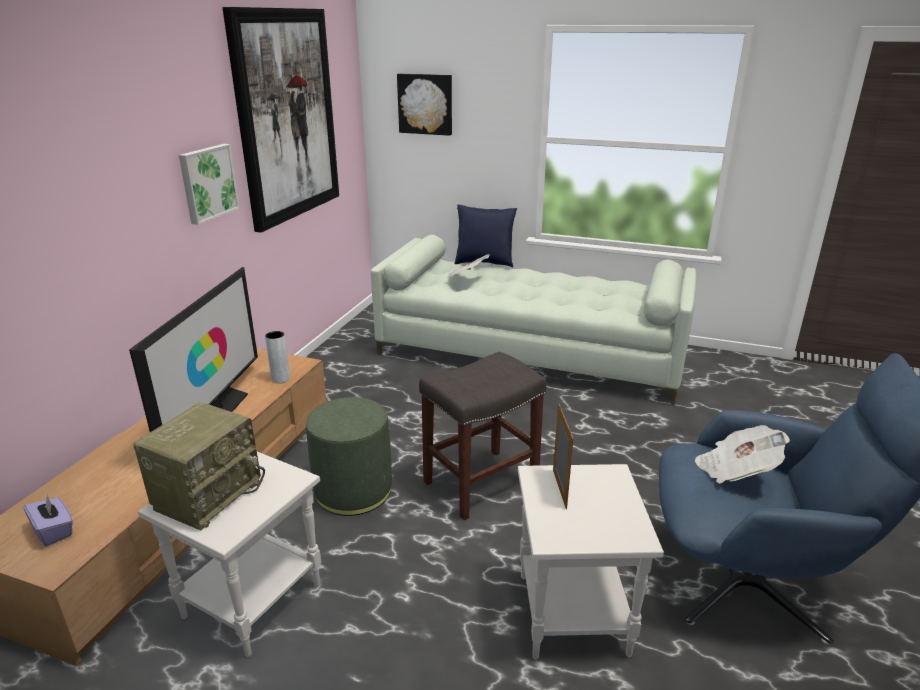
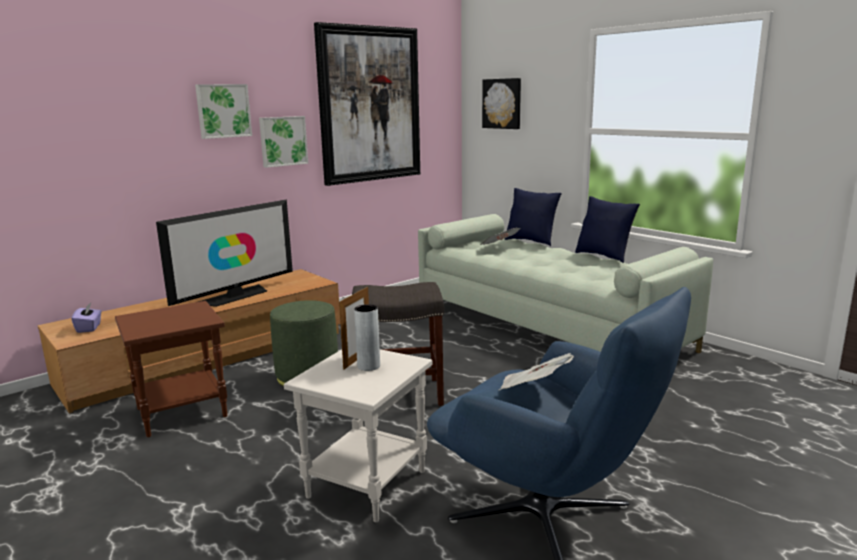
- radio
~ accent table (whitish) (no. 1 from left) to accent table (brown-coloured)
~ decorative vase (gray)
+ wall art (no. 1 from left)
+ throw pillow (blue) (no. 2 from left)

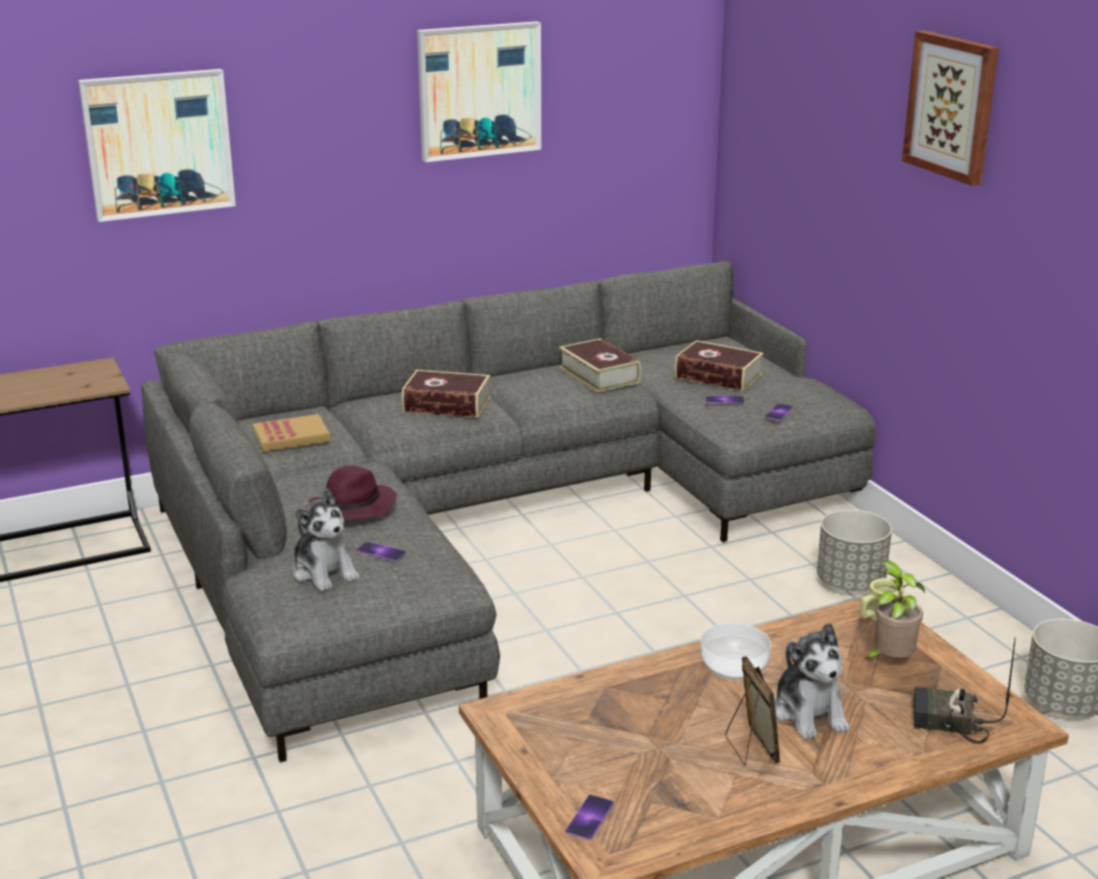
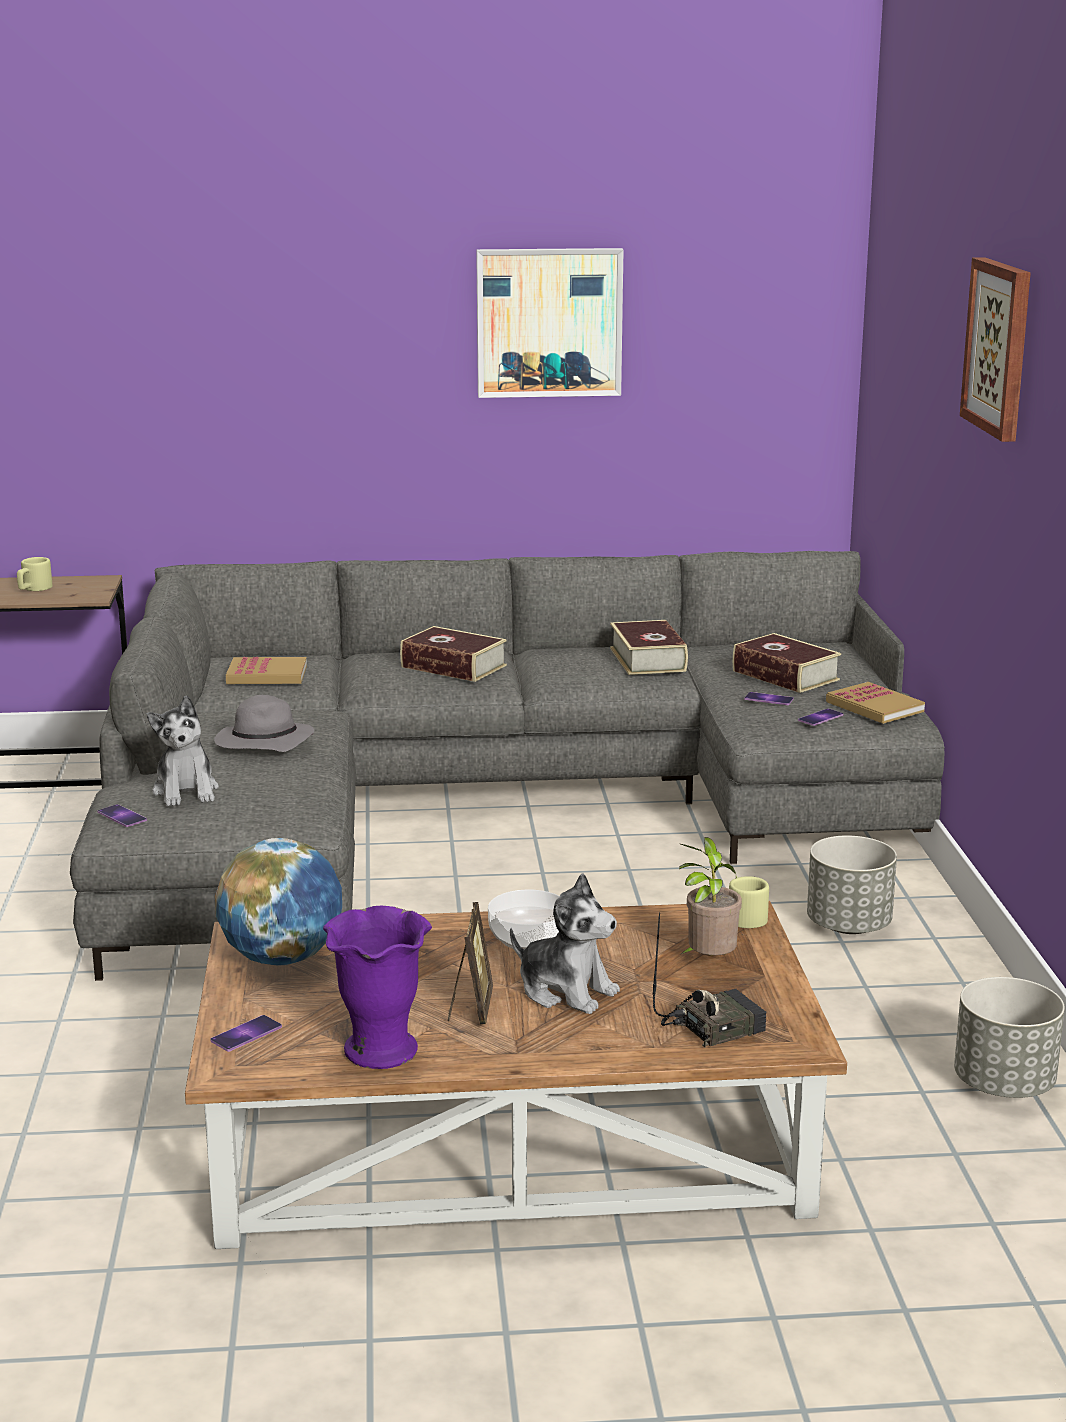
- wall art (no. 1 from left)
~ hat (purple-coloured) to hat (gray)
~ phone (no. 1 from left)
~ plush toy (no. 2 from left) 60 degrees counterclockwise
~ radio 120 degrees clockwise
+ tea mug (beige-coloured) (no. 1 from left)
+ desk globe
+ decorative vase (purple-coloured)
+ volume (no. 5 from left)

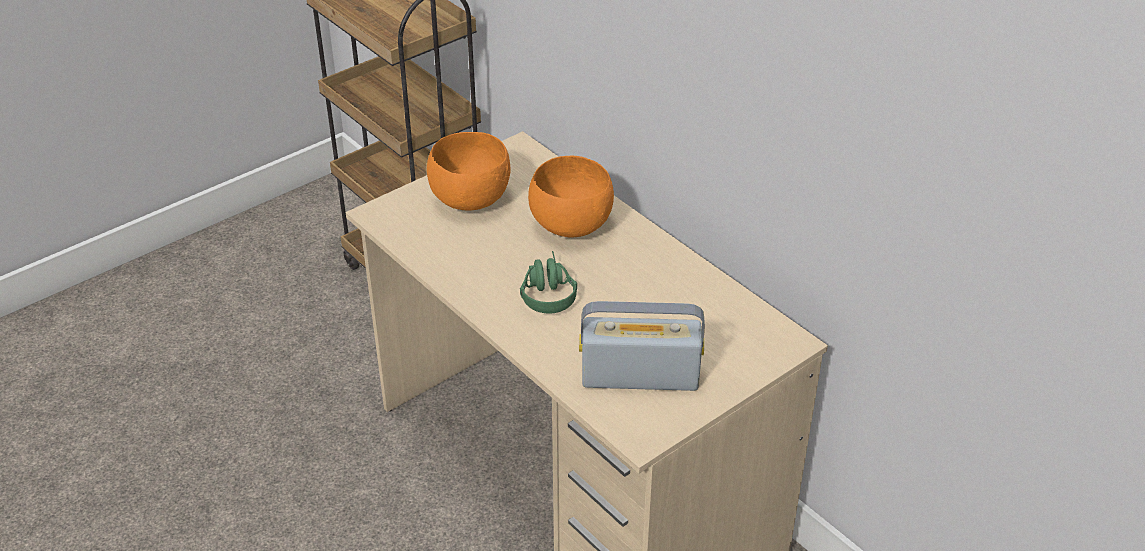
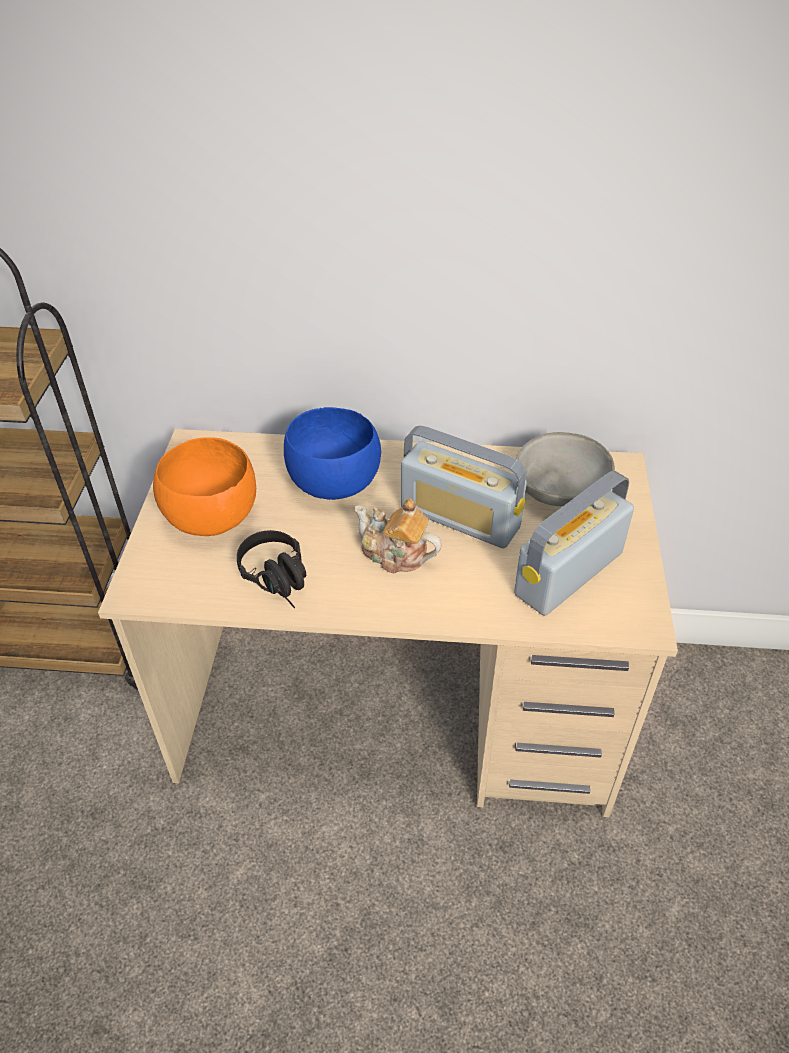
~ headphones (greenish) to pot for tea
~ serving bowl (orange-coloured) (no. 2 from left) to serving bowl (blue)
+ headphones (black)
+ radio (no. 1 from left)
+ serving bowl (gray)

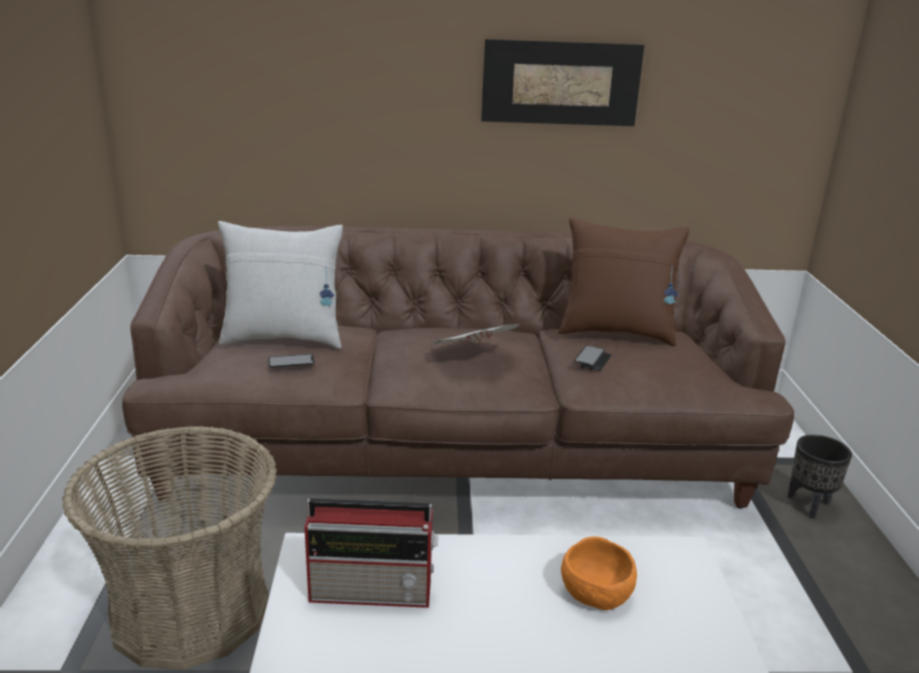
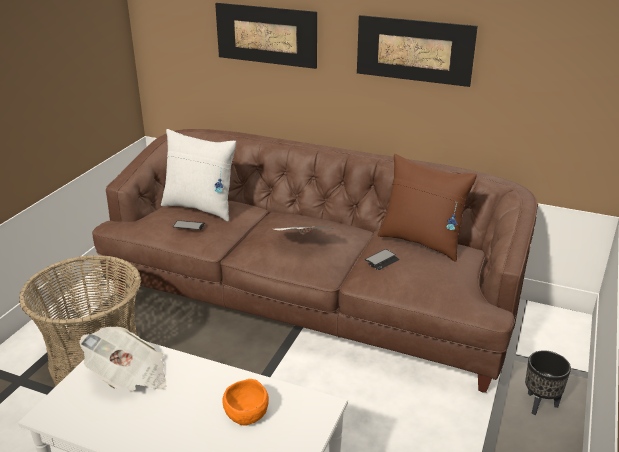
~ radio to newspaper (no. 1 from left)
+ wall art (no. 1 from left)

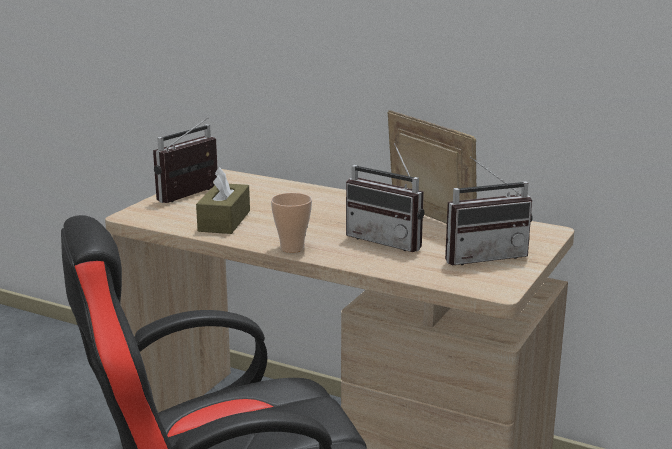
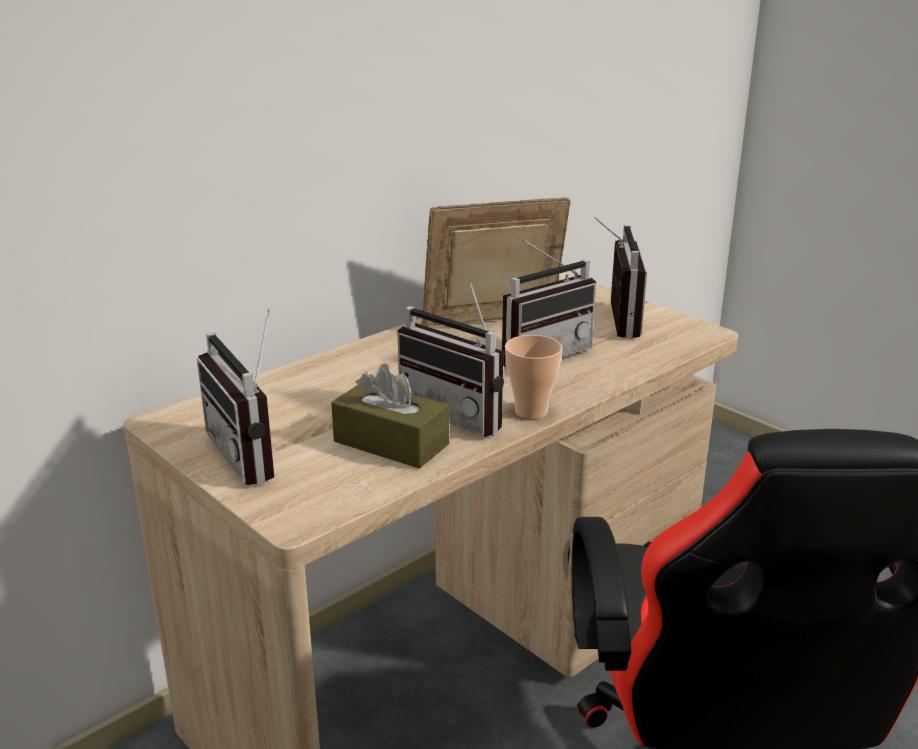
+ radio (no. 2 from left)

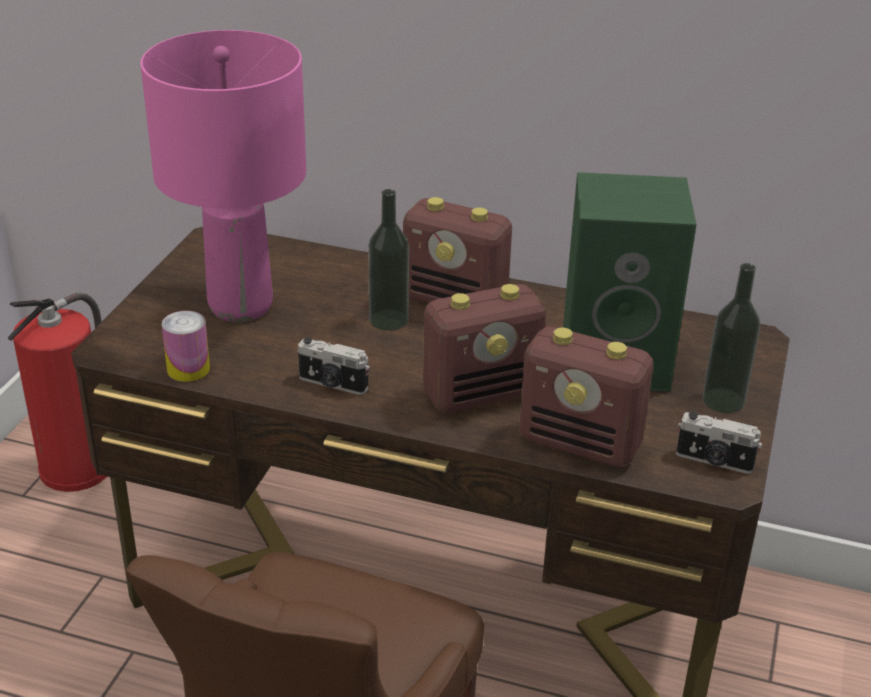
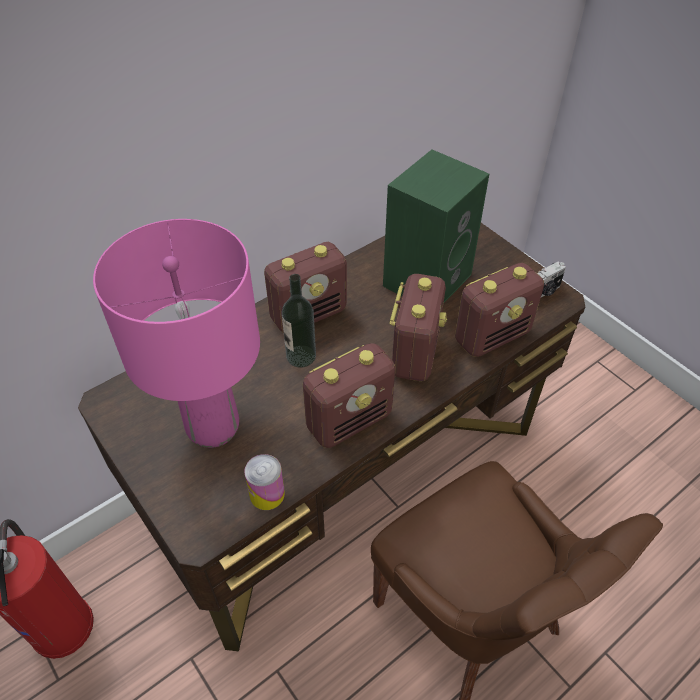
~ still camera (no. 1 from left) to radio (no. 2 from left)
- drink bottle (no. 2 from left)

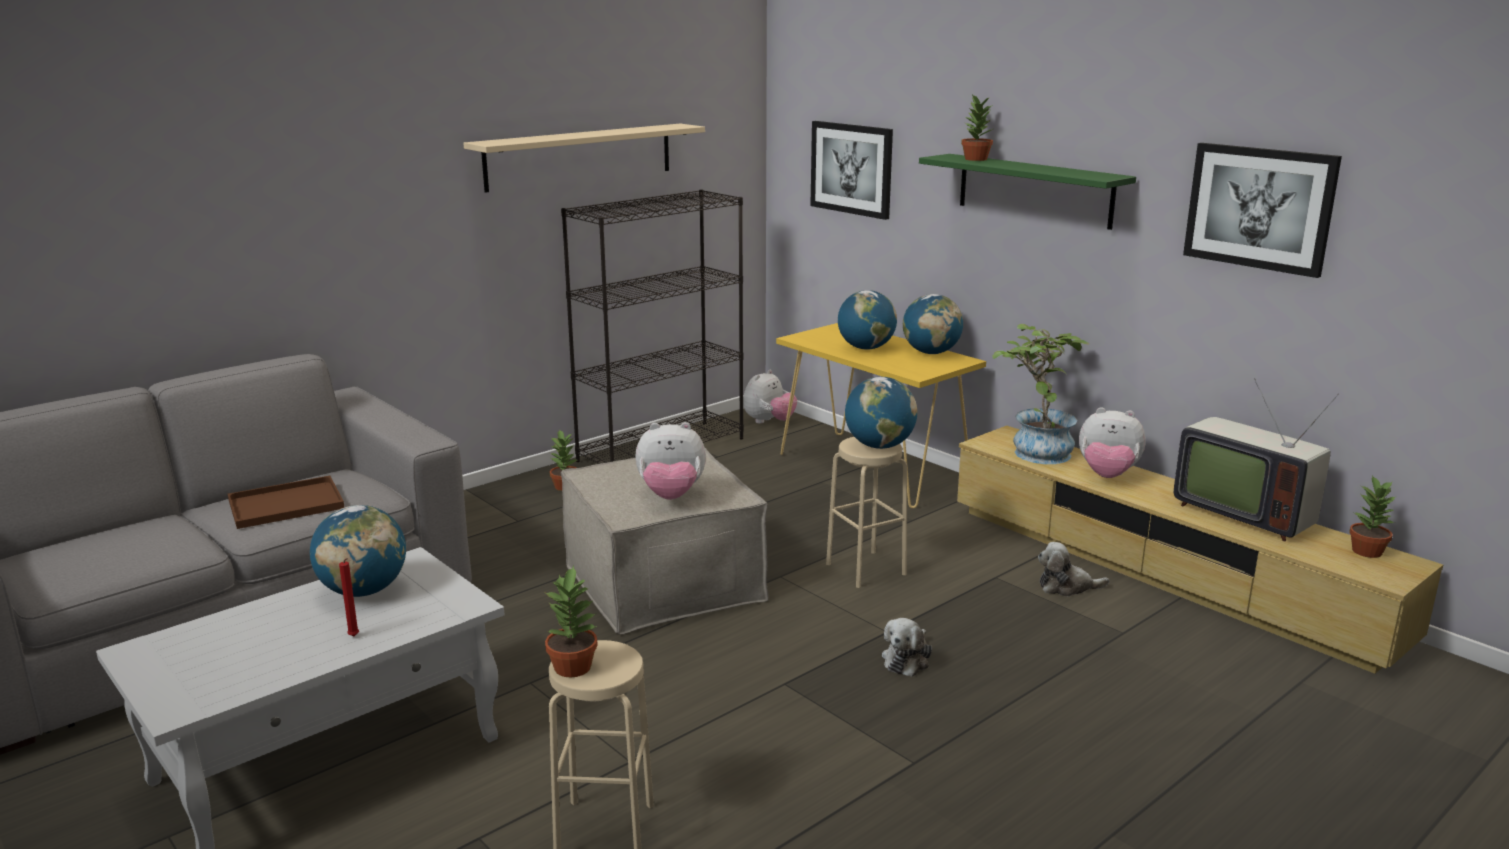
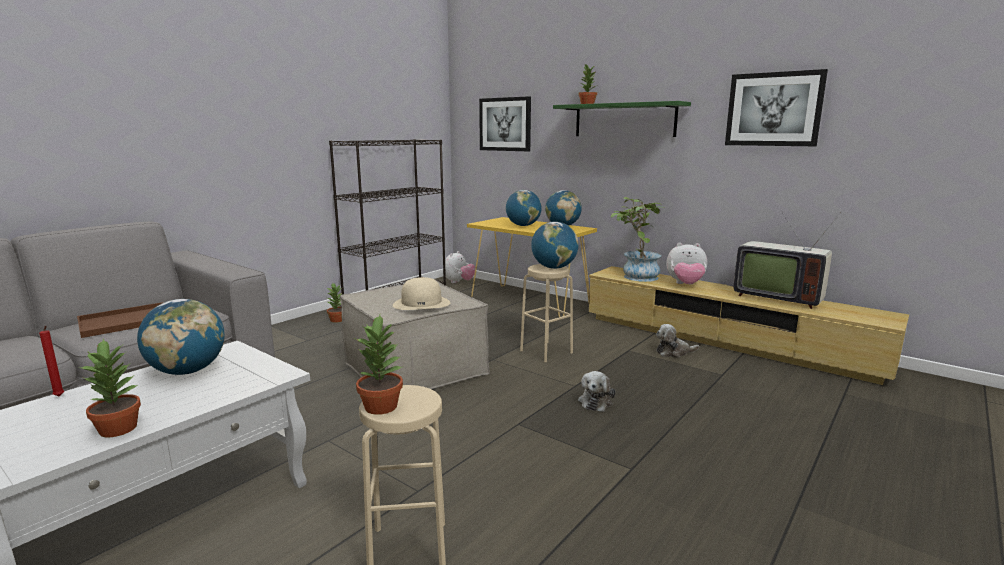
~ candle (red)
- shelf (beige-coloured)
~ plush toy (no. 1 from left) to hat (beige-coloured)
~ plant in a pot (no. 5 from left in the first image) to plant in a pot (no. 1 from left)

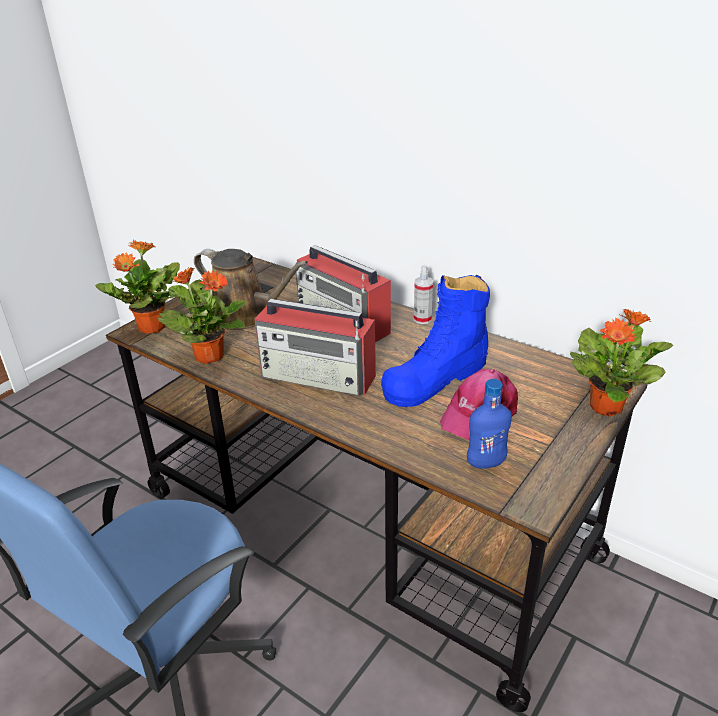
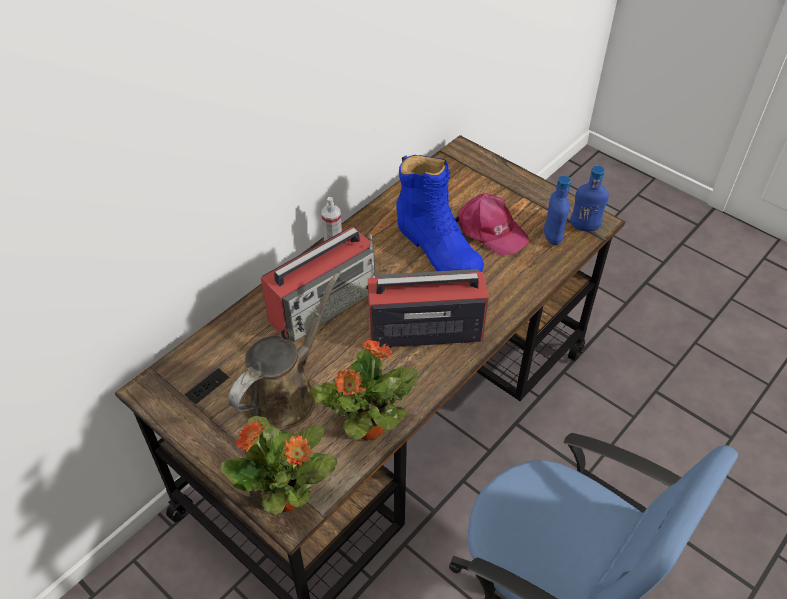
~ radio (no. 1 from left in the first image) 120 degrees counterclockwise
- plant in a pot (no. 3 from left)
+ drink bottle (blue) (no. 2 from left)

